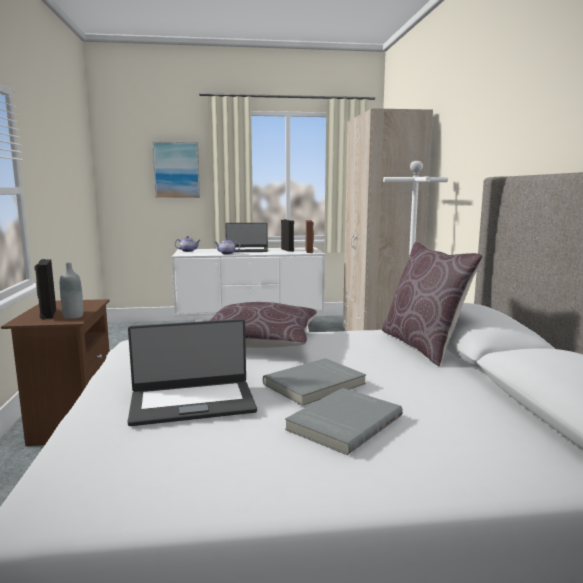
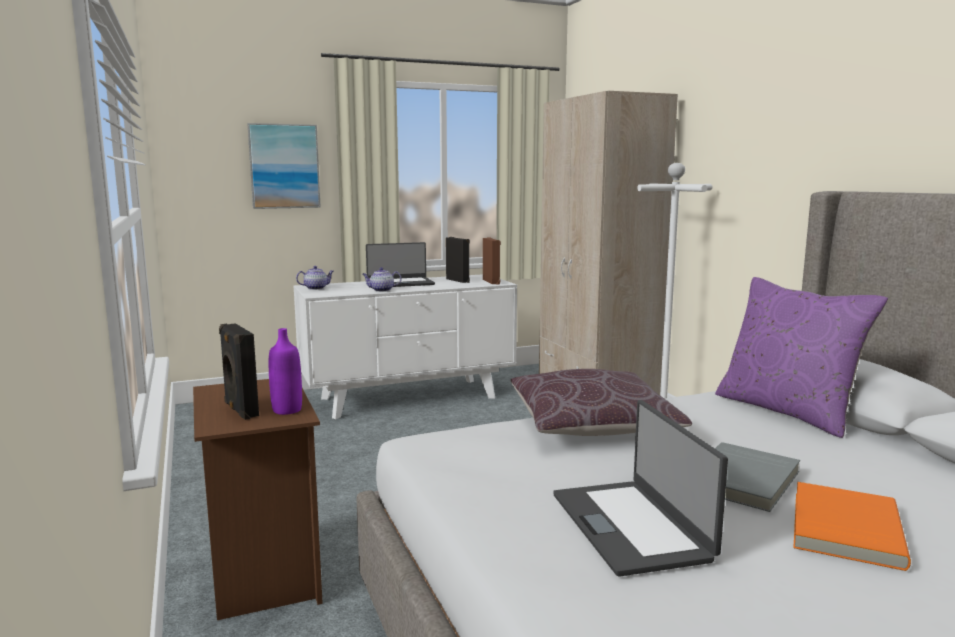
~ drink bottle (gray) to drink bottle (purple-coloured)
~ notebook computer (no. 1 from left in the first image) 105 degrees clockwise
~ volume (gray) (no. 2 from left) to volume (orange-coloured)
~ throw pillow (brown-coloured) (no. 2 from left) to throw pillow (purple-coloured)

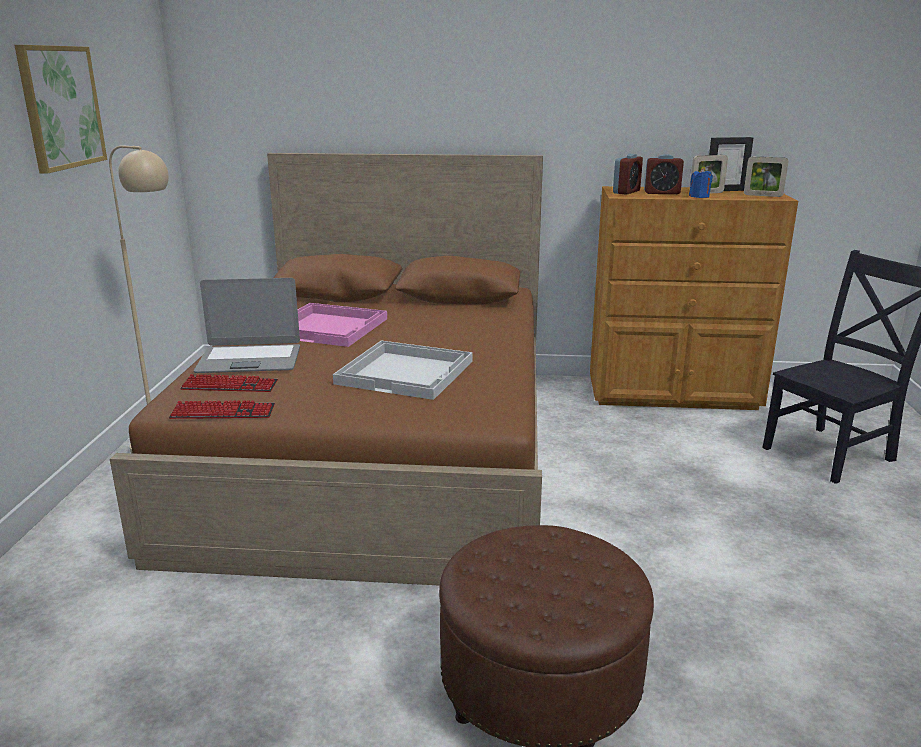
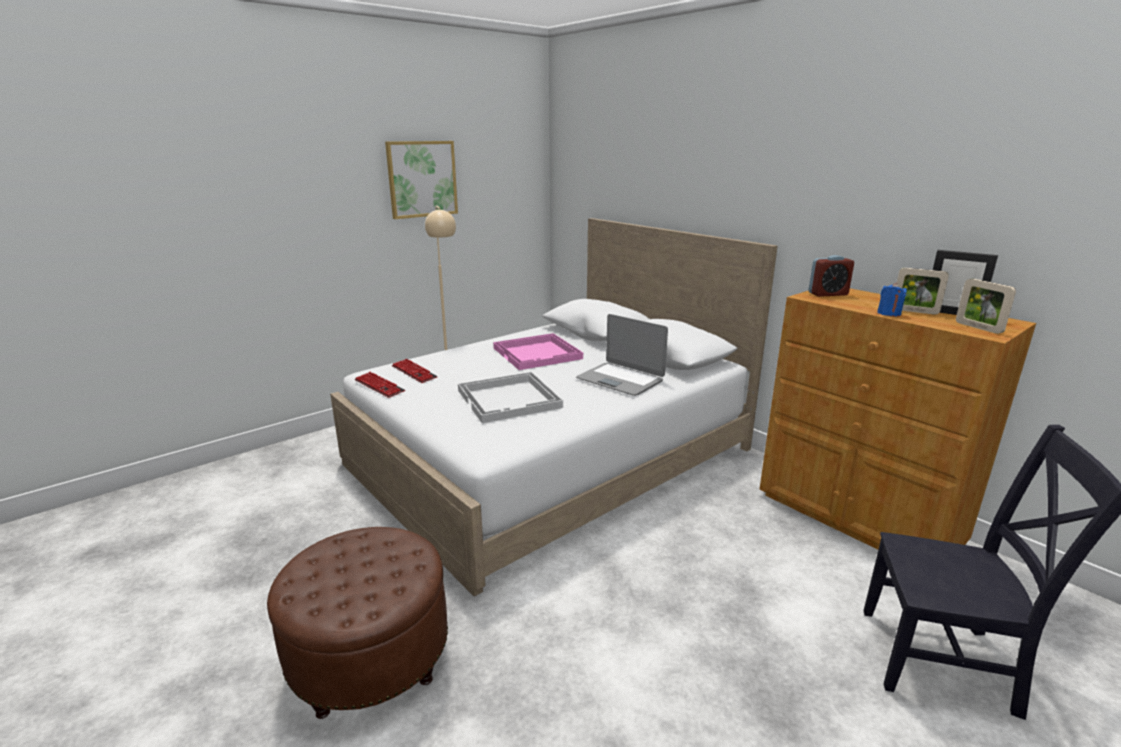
~ bed (brown-coloured) to bed (whitish)
~ notebook computer
- table clock (no. 2 from left)

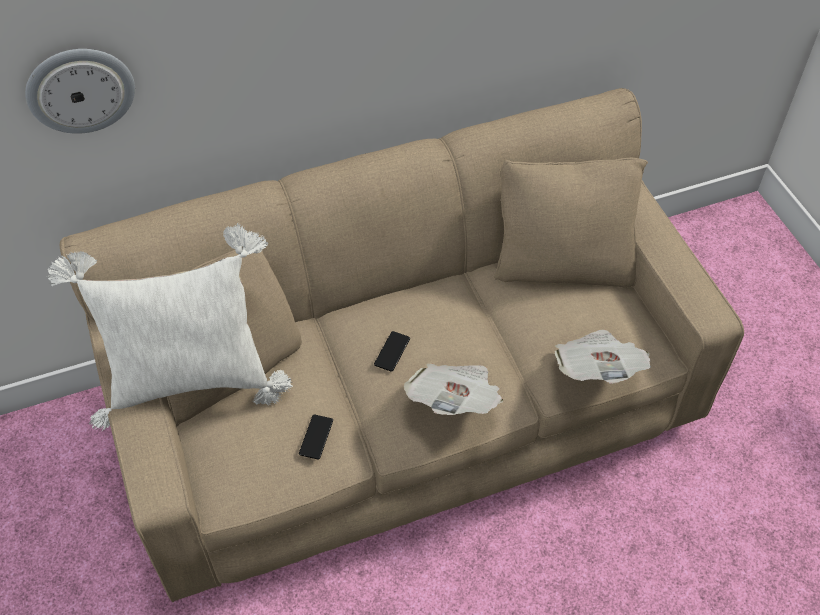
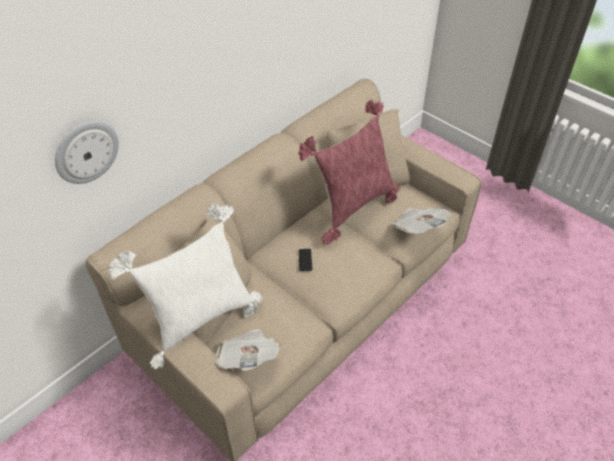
- phone (no. 1 from left)
~ newspaper (no. 1 from left)
+ throw pillow (red)

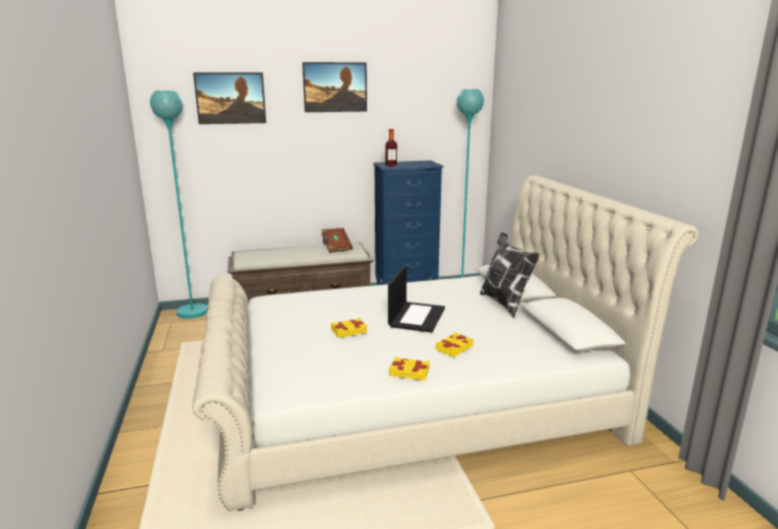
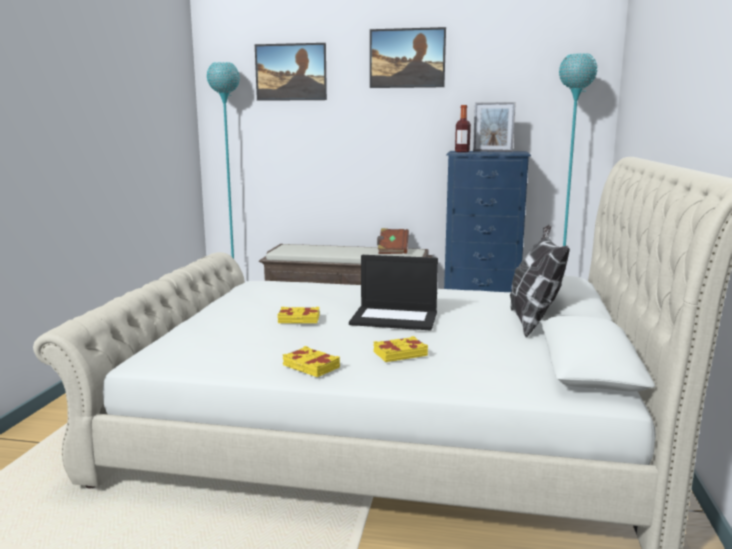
~ notebook computer 60 degrees clockwise
+ standing frame

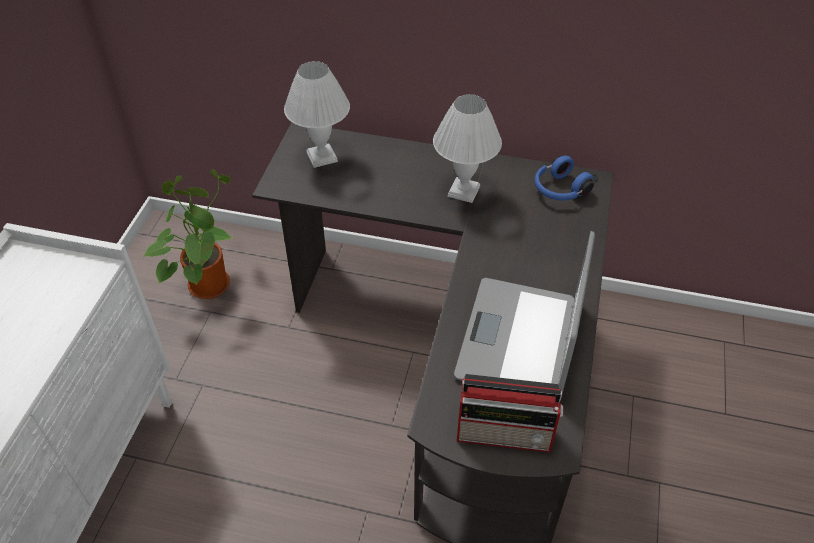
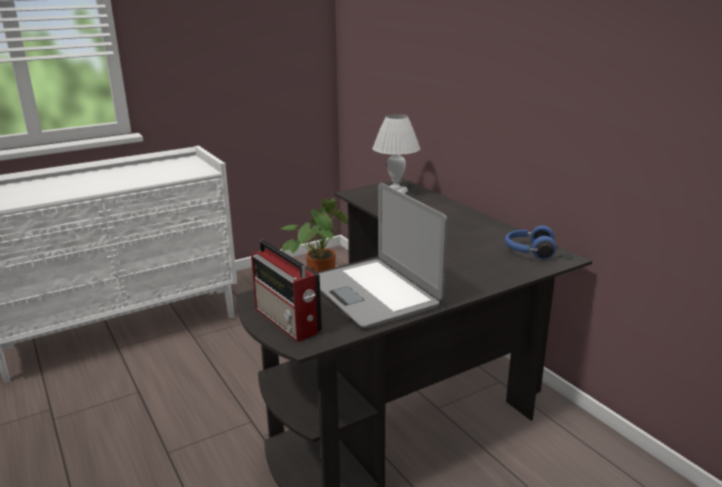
- lamp for a table (whitish) (no. 2 from left)
~ notebook computer 90 degrees counterclockwise

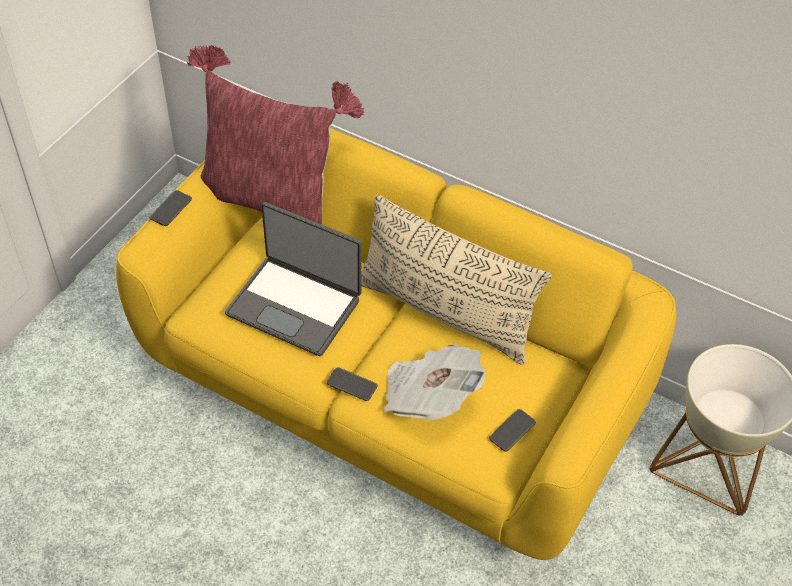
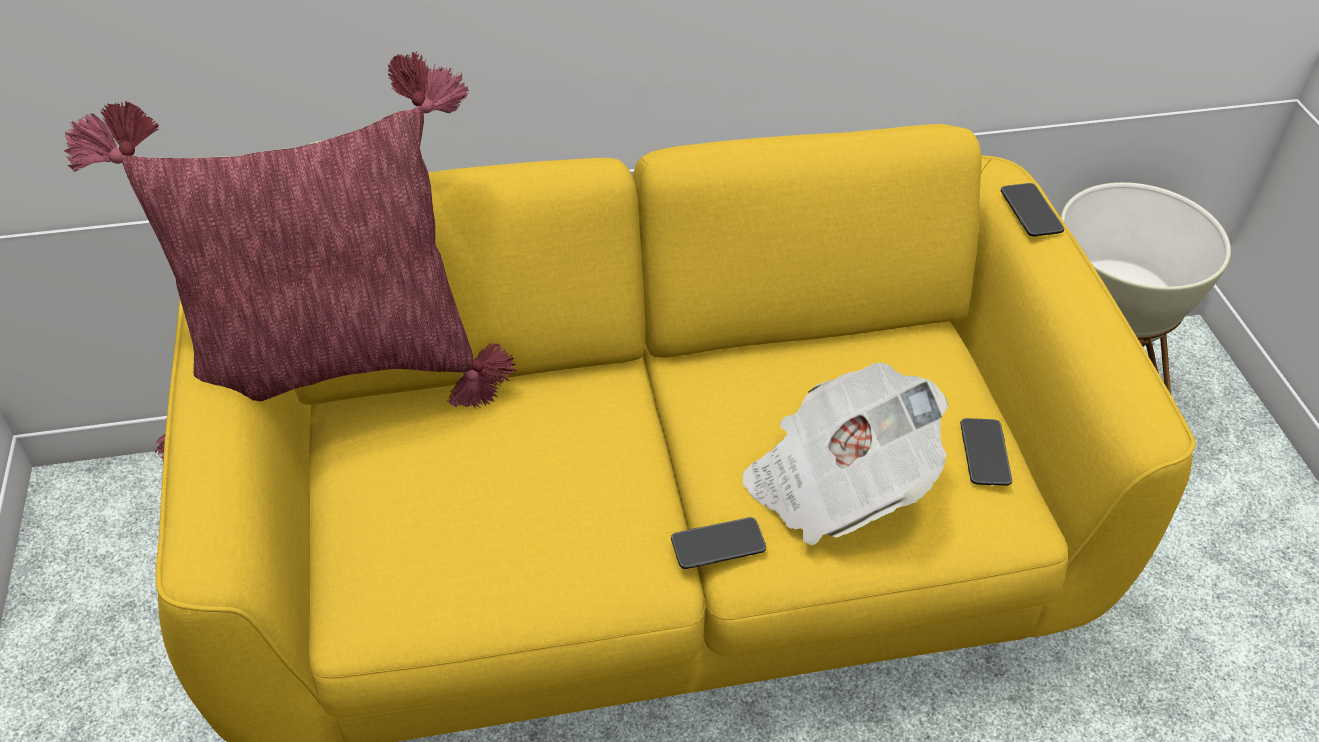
~ phone (no. 1 from left in the first image) to phone (no. 3 from left)
- notebook computer
- throw pillow (beige-coloured)

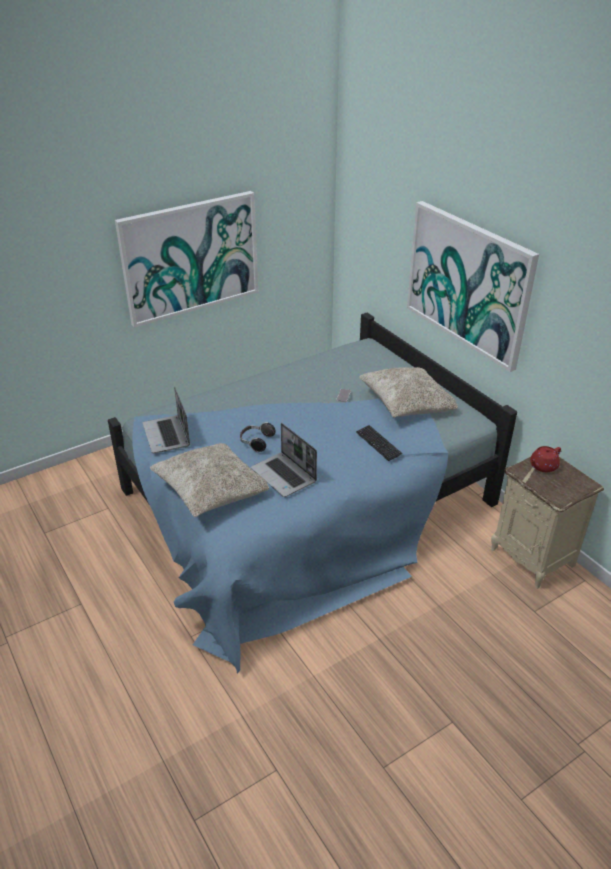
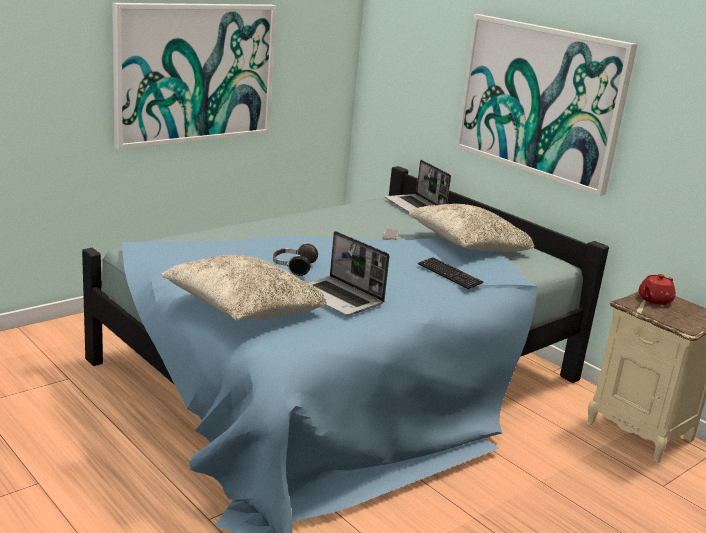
~ notebook computer (no. 1 from left in the first image) to notebook computer (no. 2 from left)

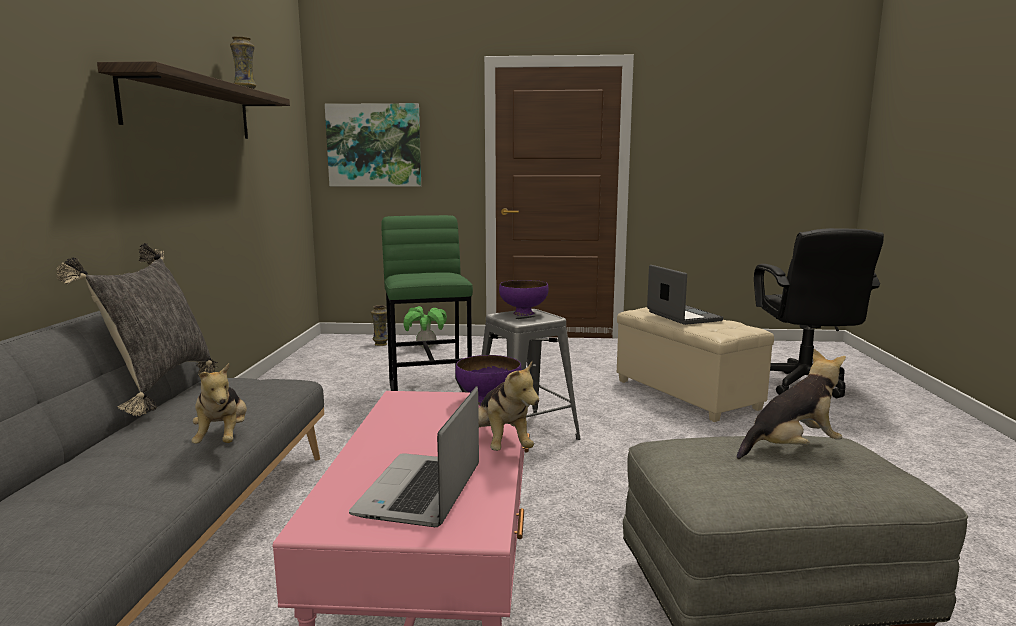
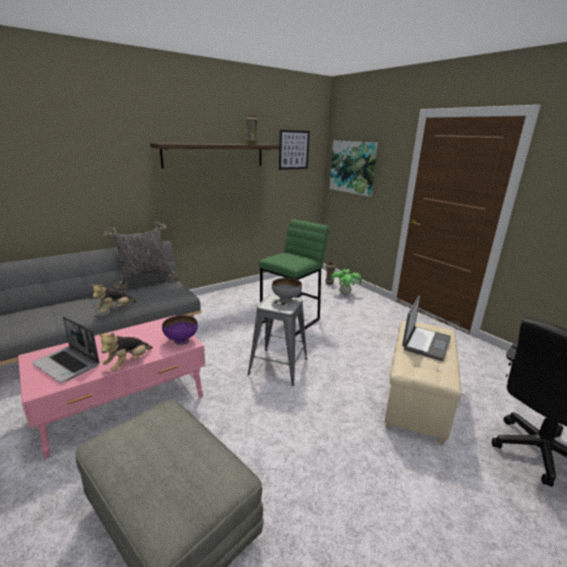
~ notebook computer (no. 1 from left) 120 degrees counterclockwise
~ serving bowl (purple-coloured) (no. 2 from left) to serving bowl (gray)
- plush toy (no. 3 from left)
+ wall art (no. 1 from left)

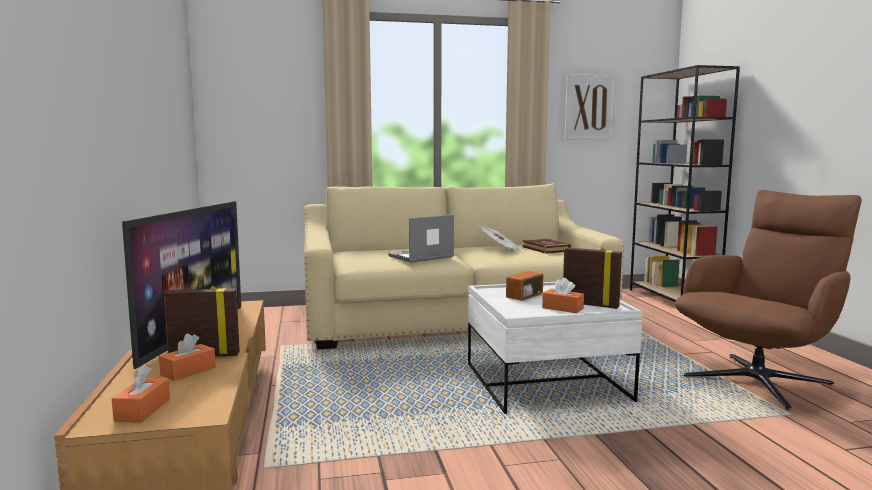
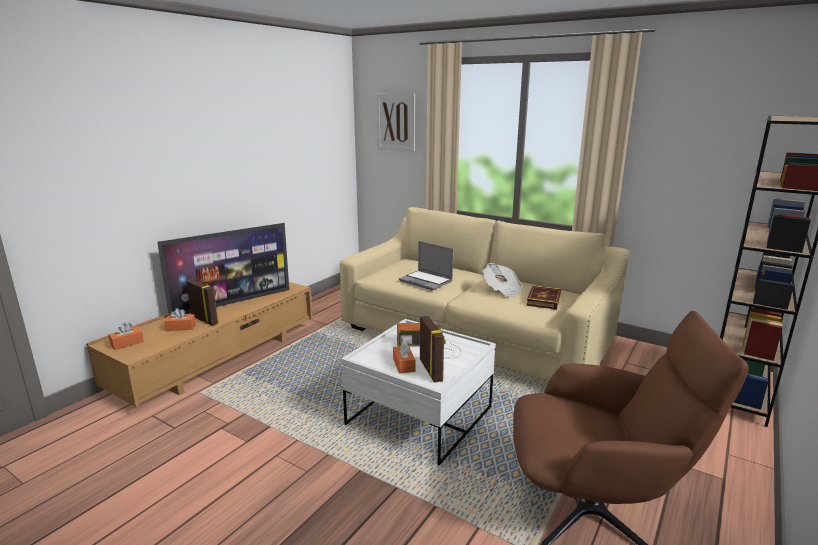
~ notebook computer 150 degrees counterclockwise
~ wall art

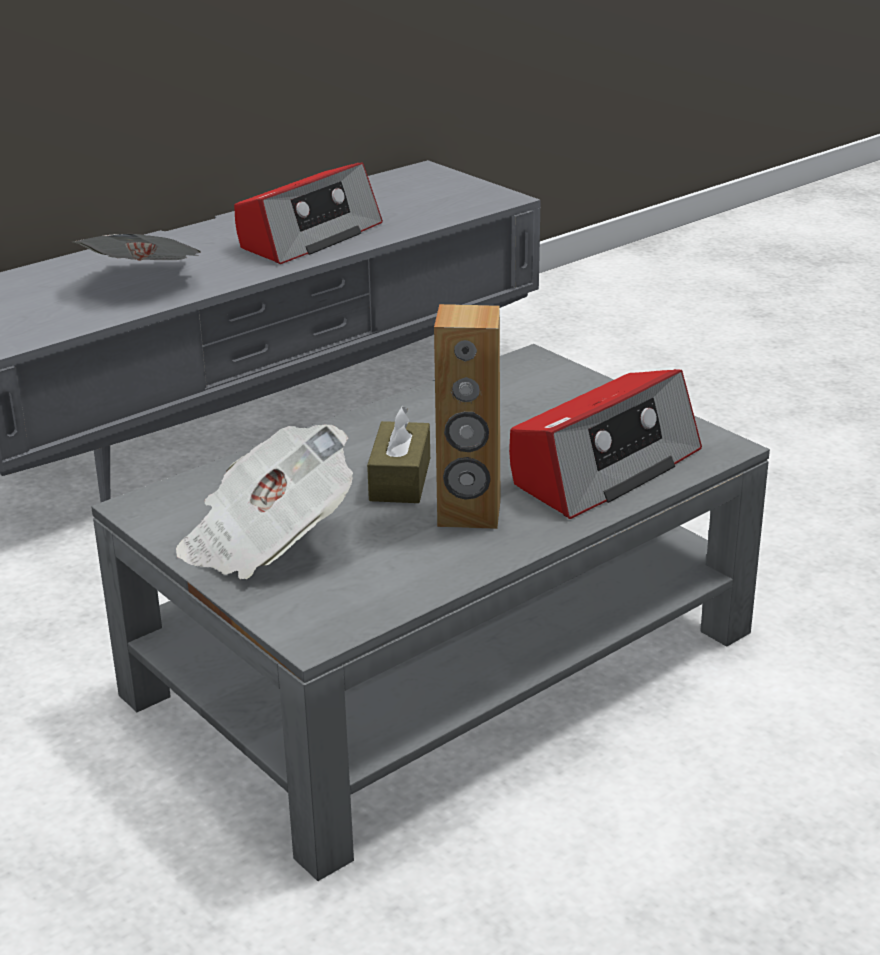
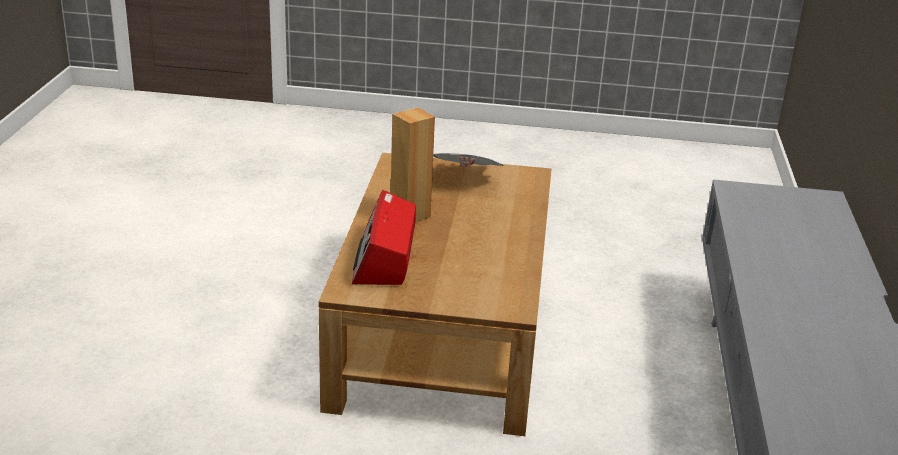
- newspaper (no. 1 from left)
~ lounge table (gray) to lounge table (brown-coloured)
- radio (no. 1 from left)
- tissue box (brown-coloured)

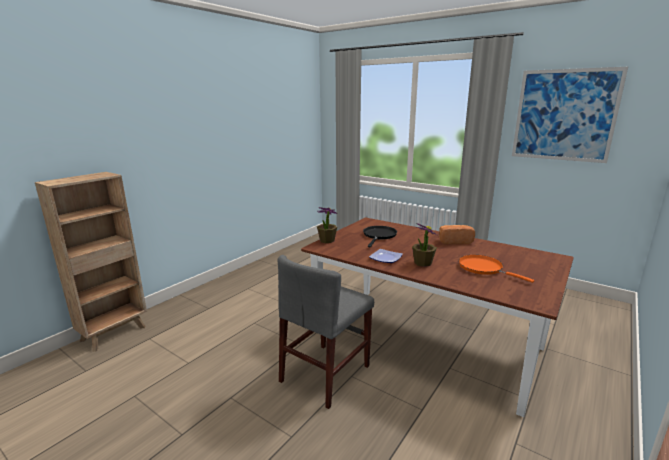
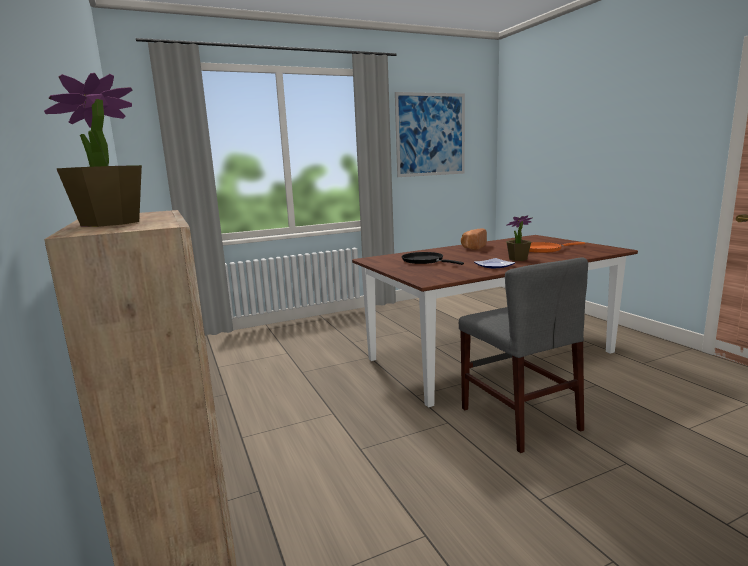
~ plant in a pot (no. 1 from left)

